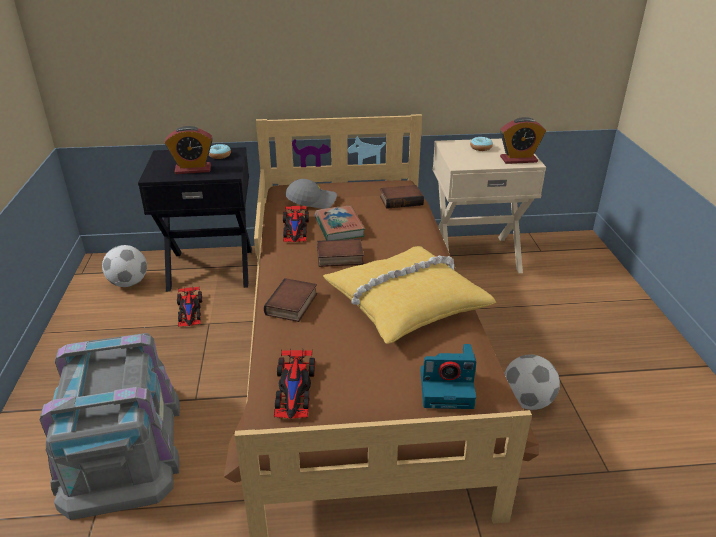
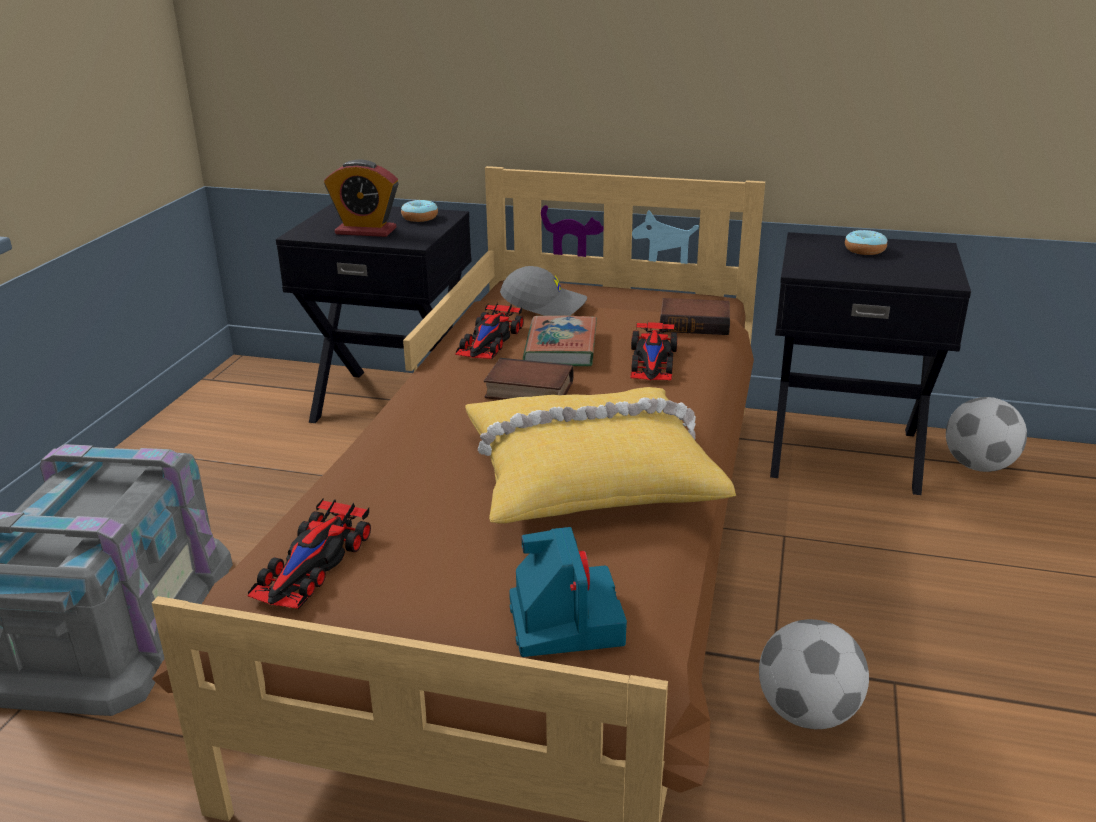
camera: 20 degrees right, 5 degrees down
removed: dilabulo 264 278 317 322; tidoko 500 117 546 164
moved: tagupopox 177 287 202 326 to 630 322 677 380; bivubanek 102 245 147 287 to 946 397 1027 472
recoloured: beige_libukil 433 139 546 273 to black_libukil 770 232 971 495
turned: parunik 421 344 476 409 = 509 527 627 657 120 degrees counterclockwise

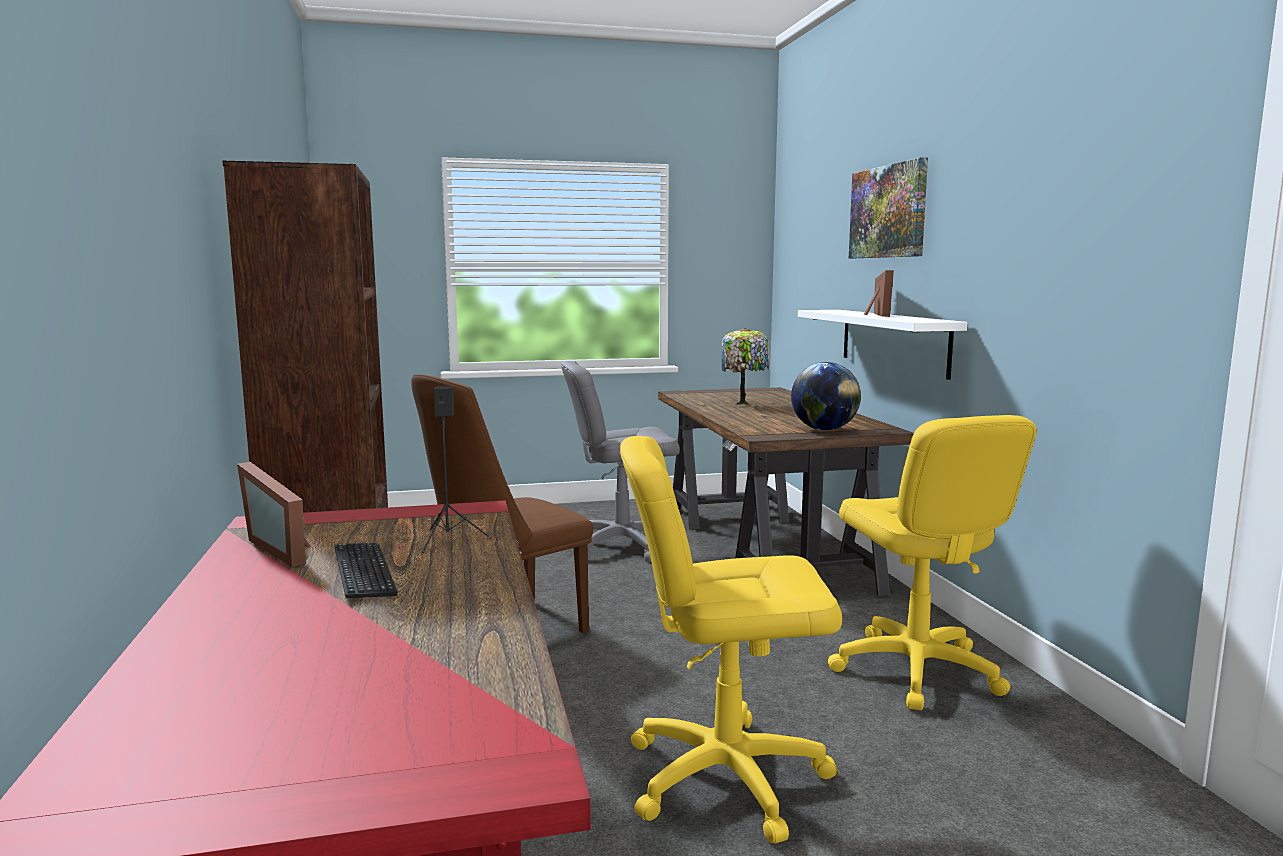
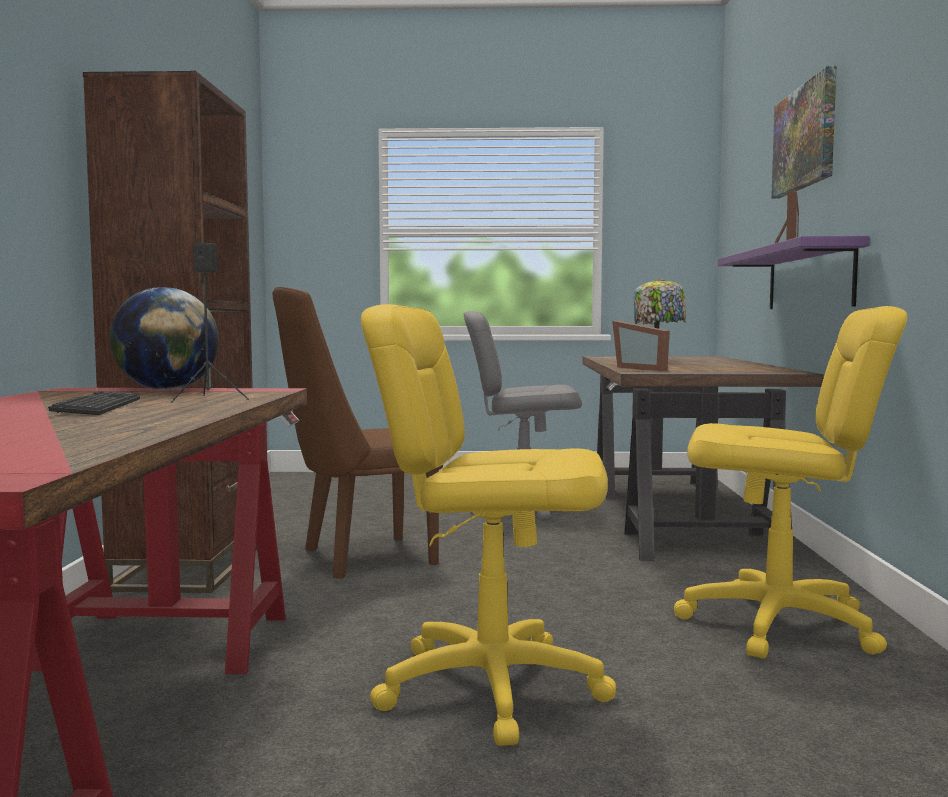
camera: 15 degrees right, 5 degrees down
moved: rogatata 791 362 861 430 to 110 287 219 390; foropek 237 462 311 567 to 612 321 670 371
recoloured: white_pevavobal 798 310 967 380 to purple_pevavobal 718 236 870 309
turned: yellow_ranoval 828 415 1037 710 = 674 306 907 659 75 degrees counterclockwise

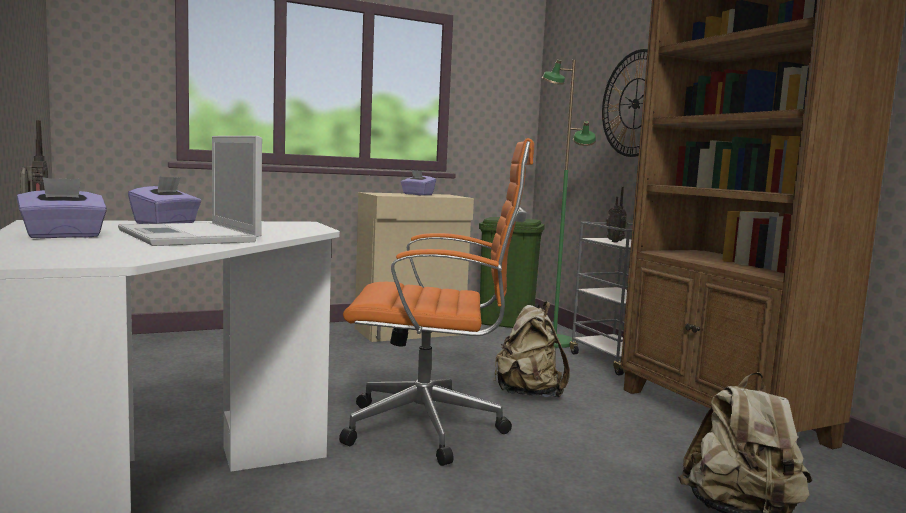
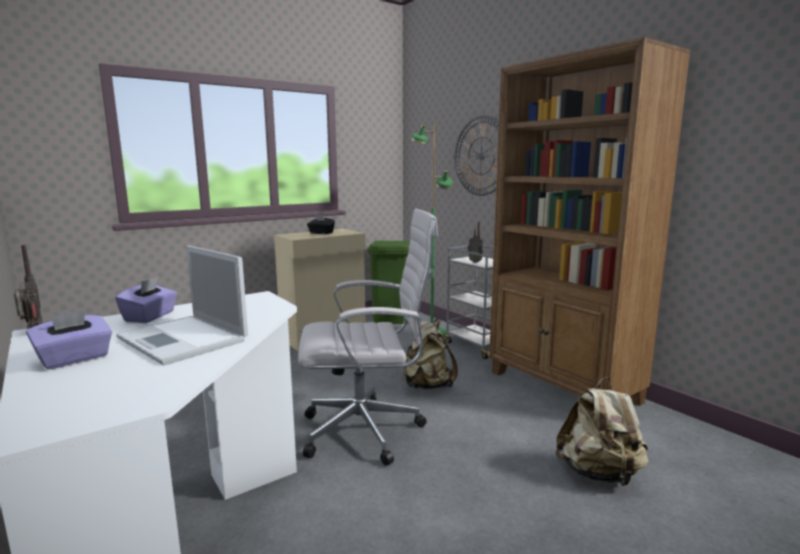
camera: 10 degrees left, 5 degrees up
recoloured: orange_ranoval 339 138 534 466 to white_ranoval 298 209 438 466; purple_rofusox 401 170 436 195 to black_rofusox 307 214 335 234

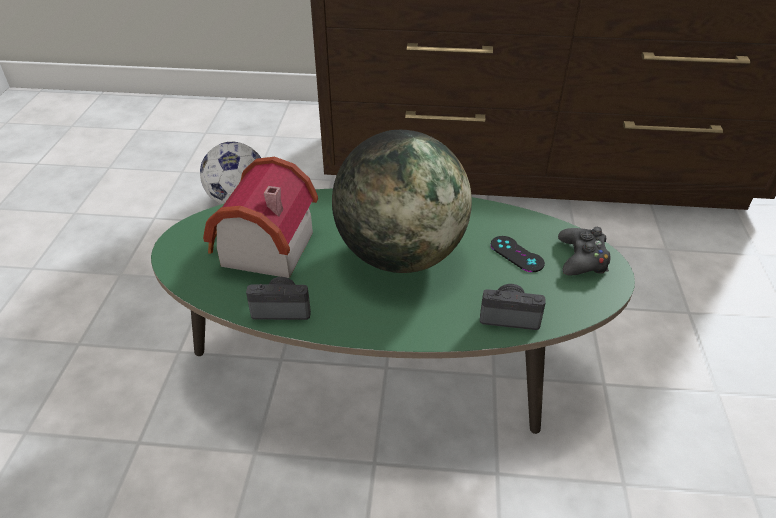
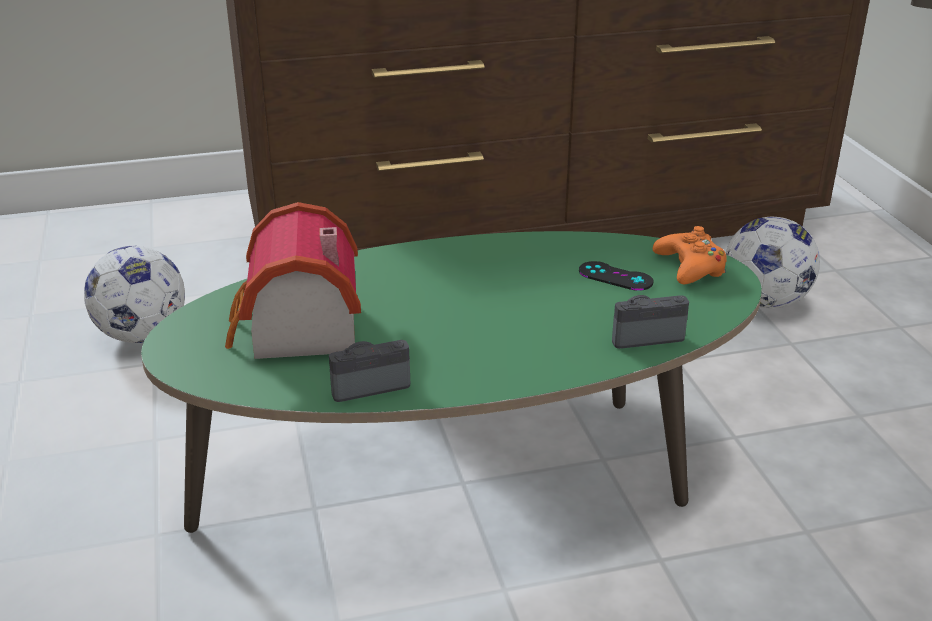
camera: 20 degrees left, 10 degrees down
removed: rogatata 332 130 472 273
added: bivubanek 726 216 820 309
recoloured: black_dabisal 558 227 610 275 to orange_dabisal 653 226 727 284

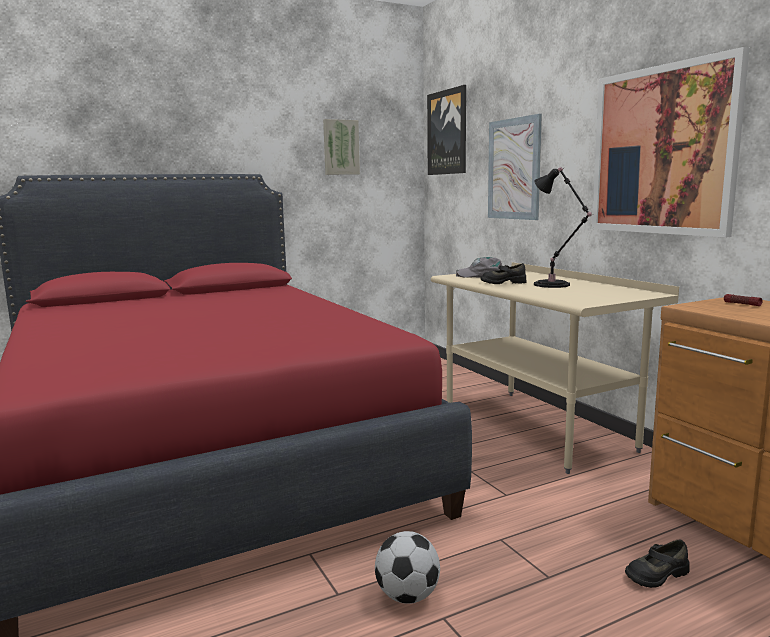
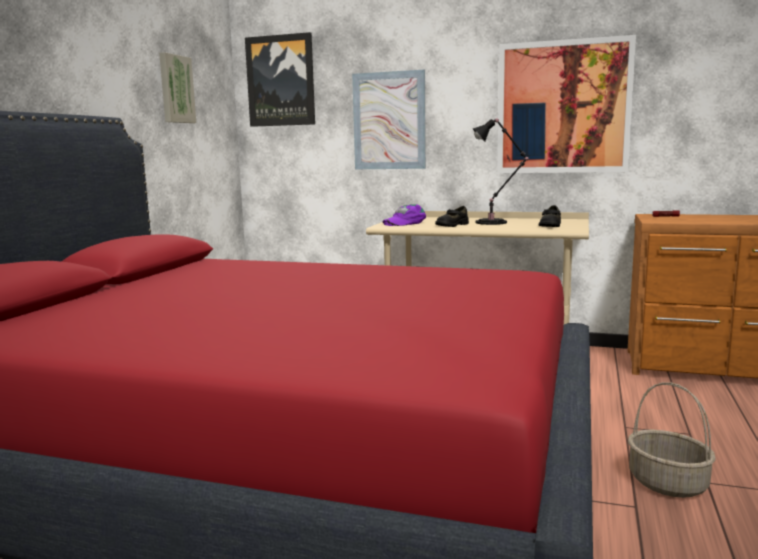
camera: 45 degrees left, 0 degrees up
moved: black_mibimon 625 540 690 588 to 539 205 561 227
replaced: bivubanek 375 531 440 604 to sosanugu 628 382 716 498
recoloured: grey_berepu 456 257 502 278 to purple_berepu 383 204 426 226

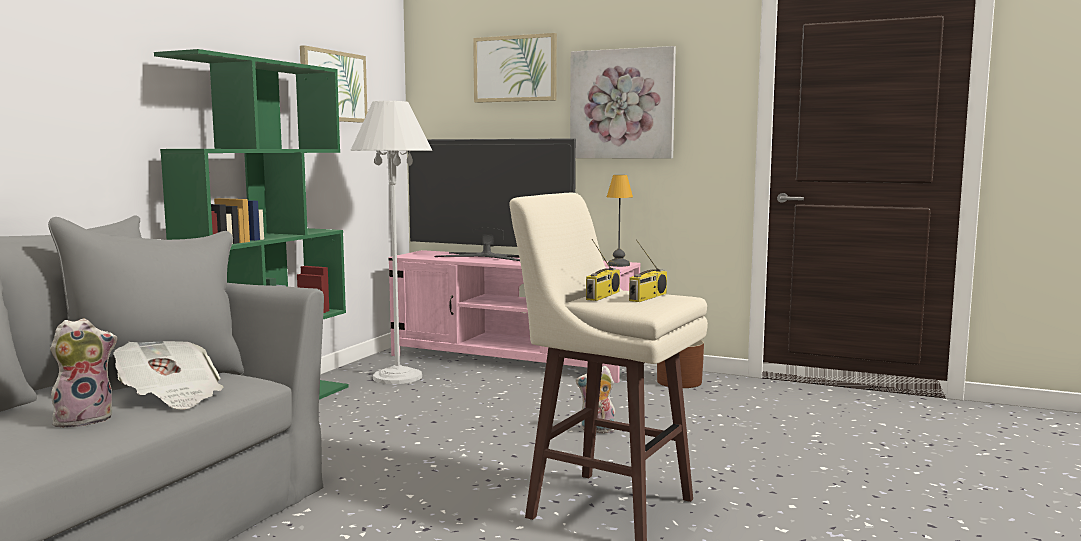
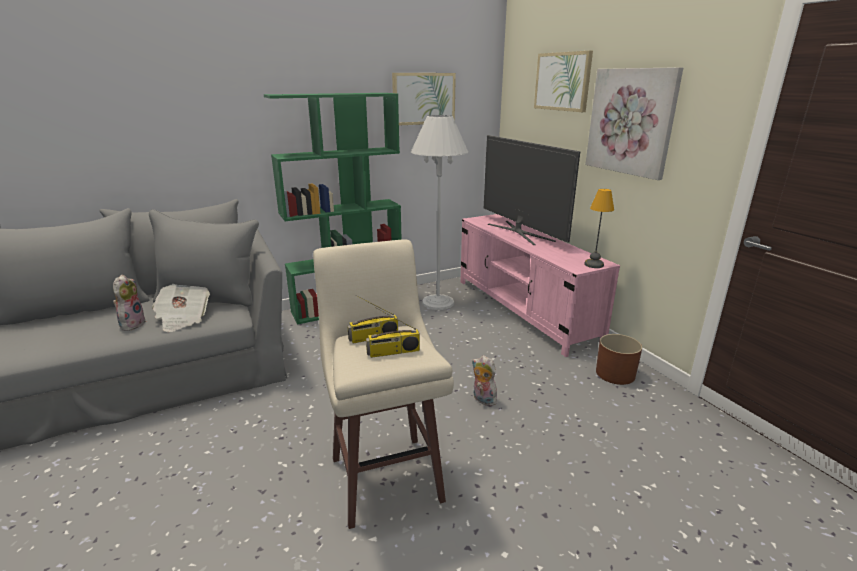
camera: 40 degrees right, 15 degrees up
turned: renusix 50 318 117 429 = 113 275 146 331 90 degrees counterclockwise

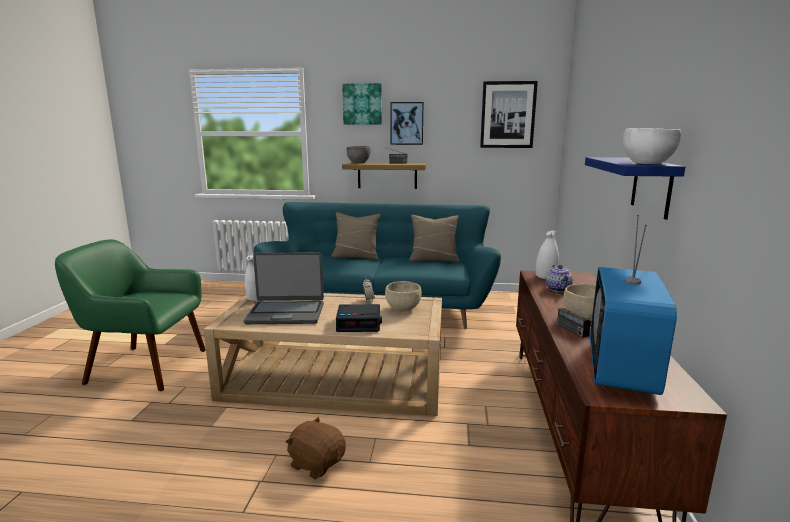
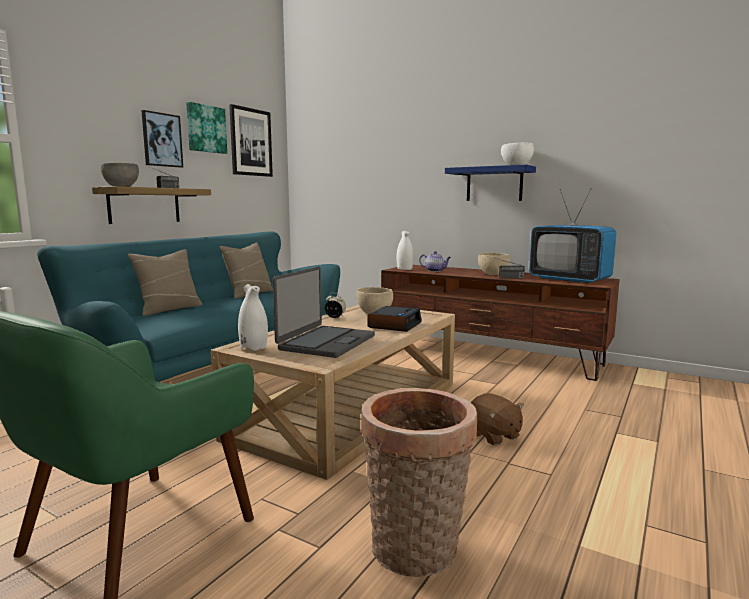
camera: 65 degrees left, 5 degrees down
added: sosanugu 361 388 477 577
moved: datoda 342 83 382 124 to 186 102 227 154
turned: brown_renusix 286 416 346 479 = 470 393 524 446 90 degrees counterclockwise

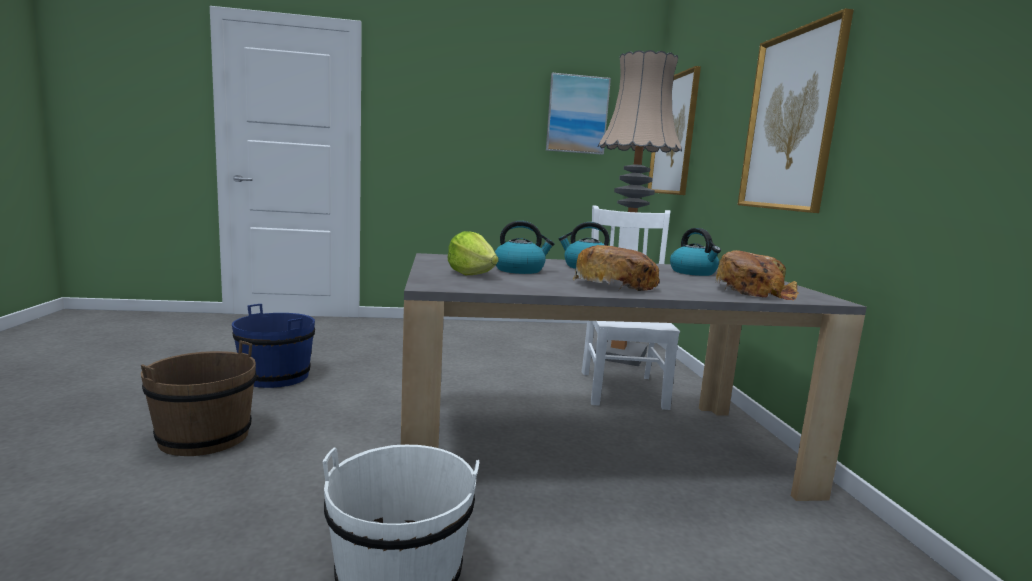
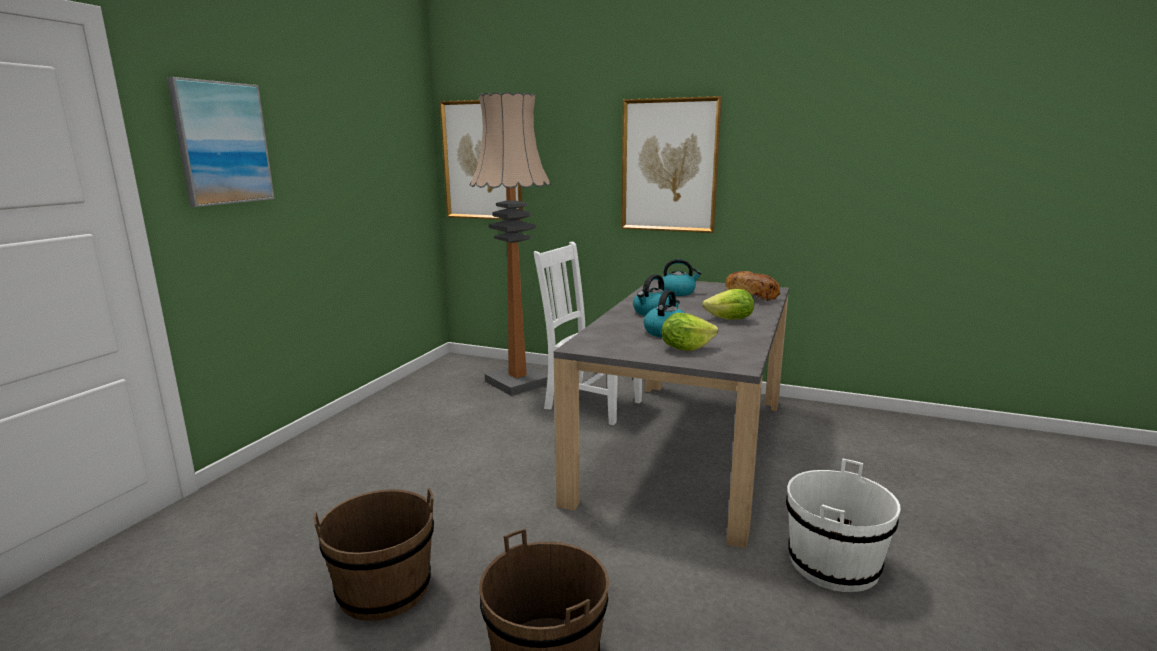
camera: 60 degrees left, 5 degrees up
moved: datoda 546 73 611 155 to 167 77 274 207
replaced: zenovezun 572 245 660 291 to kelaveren 702 289 754 319
recoloured: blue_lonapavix 232 304 315 388 to brown_lonapavix 313 488 434 621

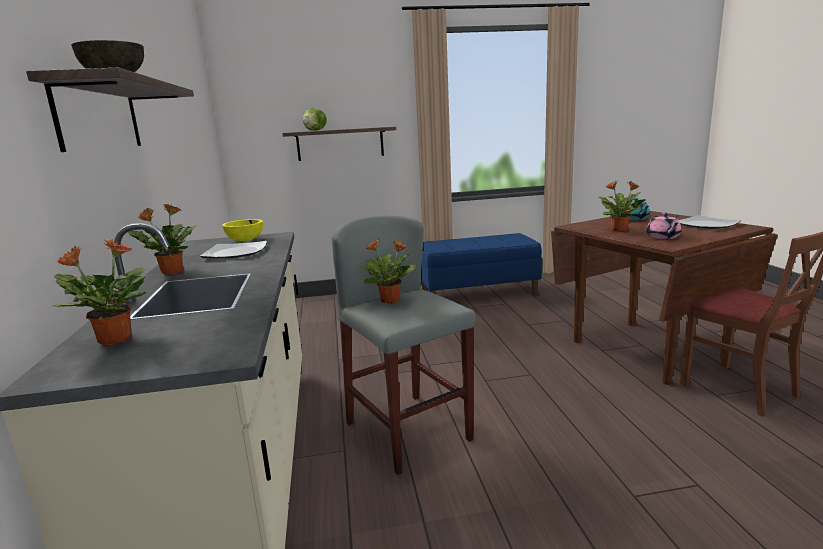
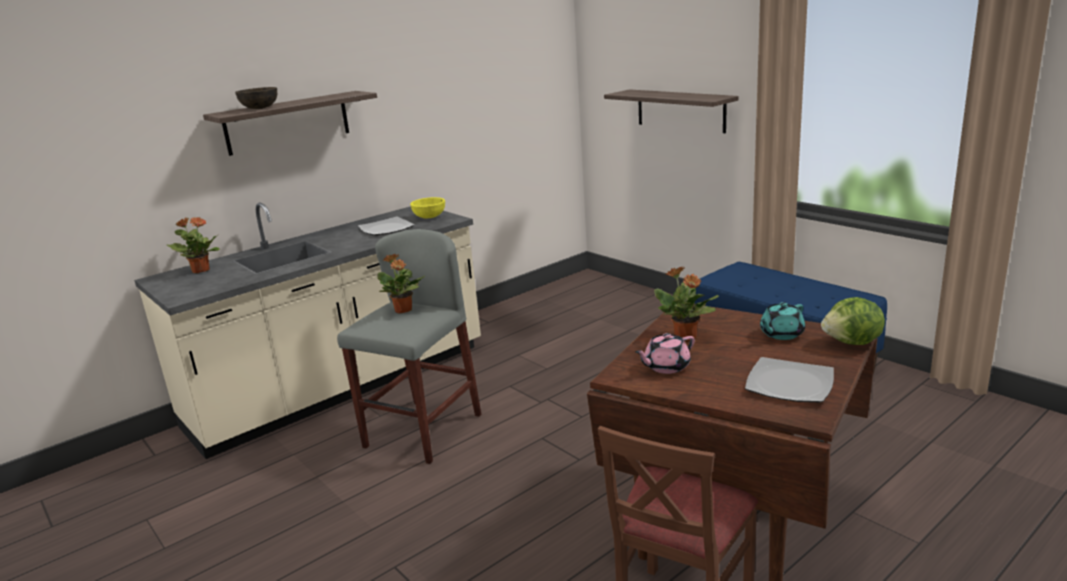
camera: 60 degrees right, 5 degrees up
removed: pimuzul 128 204 198 275
moved: kelaveren 303 108 327 131 to 821 297 885 345

